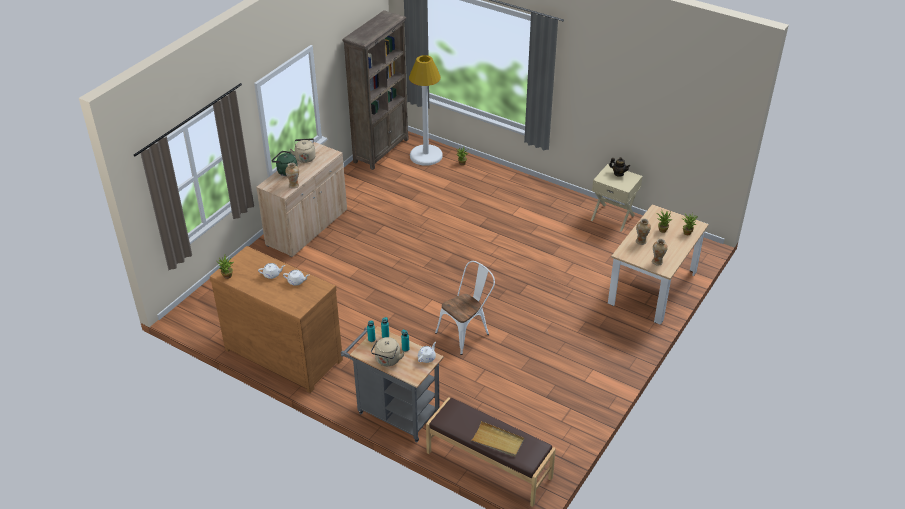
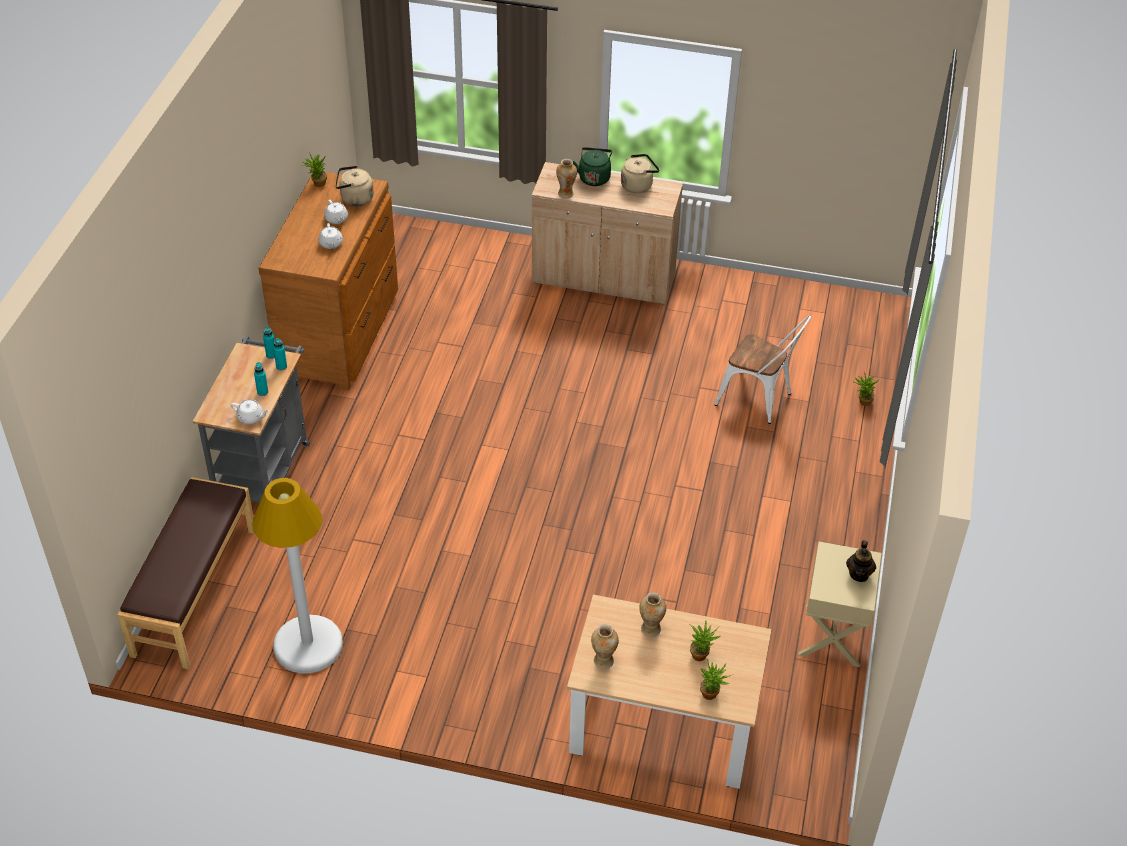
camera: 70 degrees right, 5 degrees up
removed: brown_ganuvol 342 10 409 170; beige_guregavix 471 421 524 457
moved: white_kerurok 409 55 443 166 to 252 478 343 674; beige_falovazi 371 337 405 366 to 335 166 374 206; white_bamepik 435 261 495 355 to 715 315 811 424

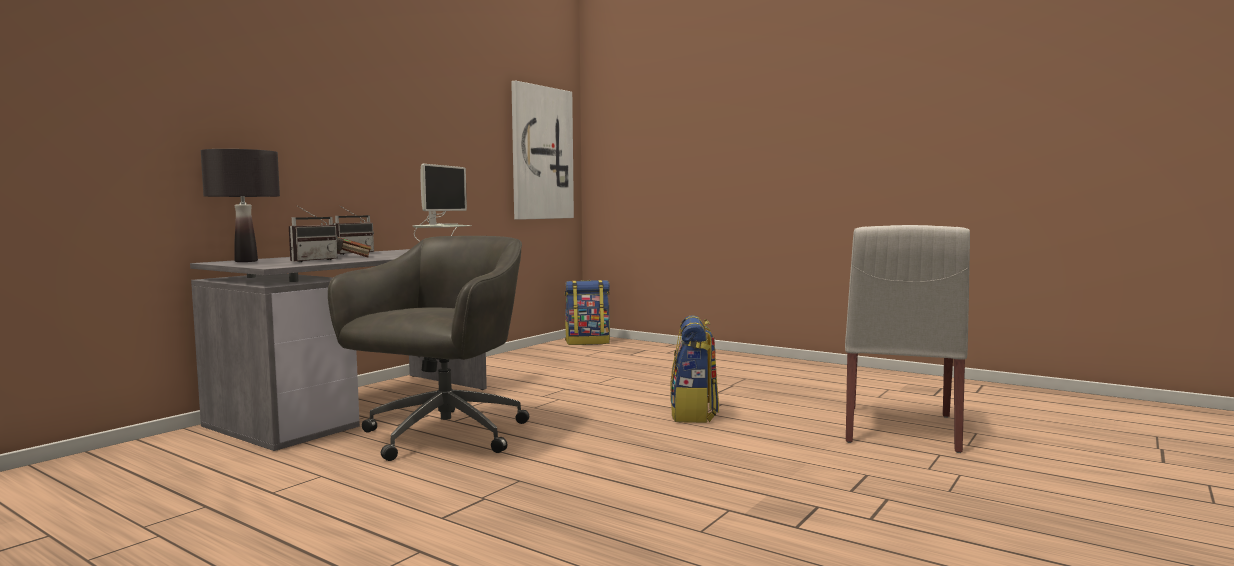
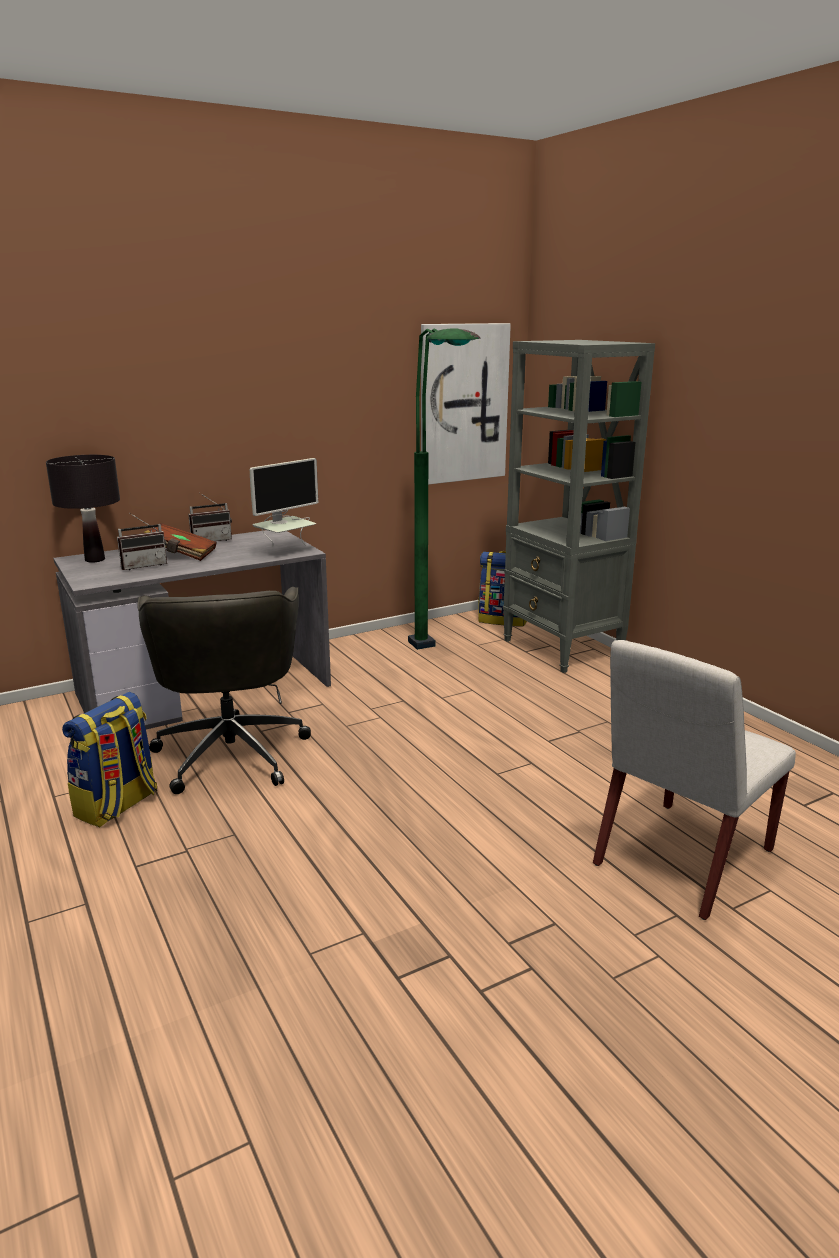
camera: 25 degrees right, 15 degrees up
added: green_kerurok 408 329 481 650; grey_ganuvol 503 340 655 673
moved: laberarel 670 315 719 423 to 62 692 157 827
turned: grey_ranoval 328 236 529 461 = 137 587 311 794 120 degrees clockwise

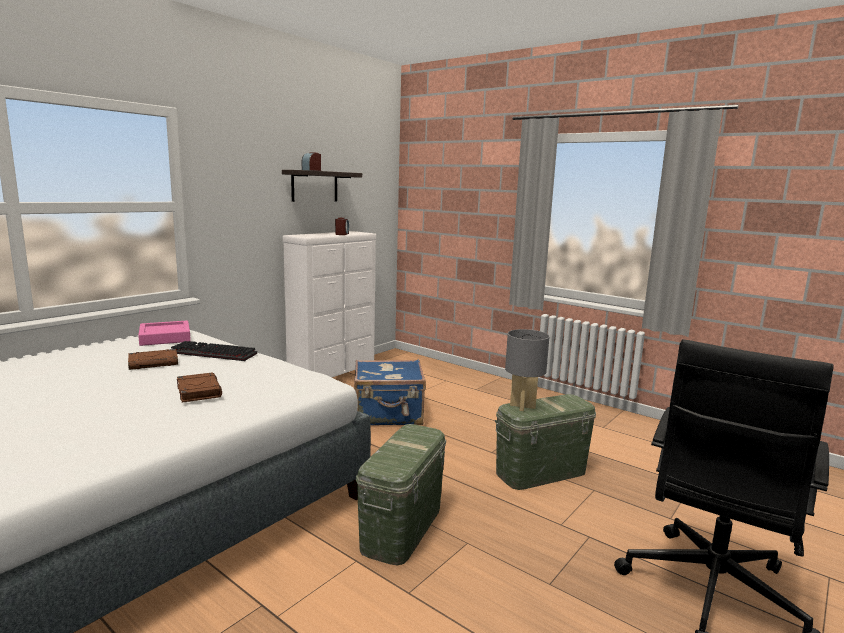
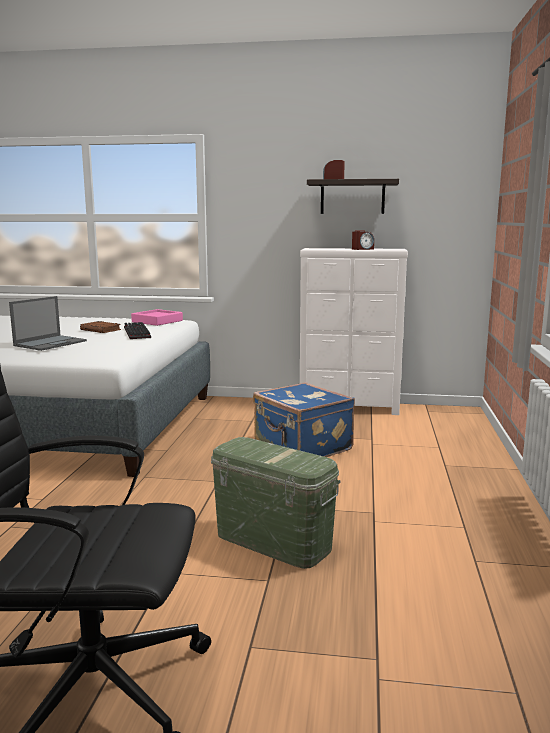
camera: 60 degrees right, 0 degrees up
removed: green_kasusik 356 424 446 566; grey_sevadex 505 329 549 411
replaced: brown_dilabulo 177 372 222 403 to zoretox 9 296 87 351

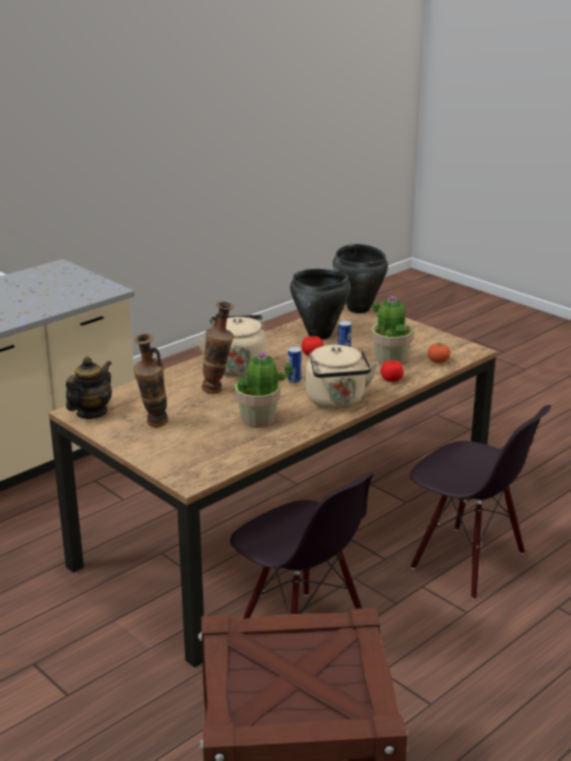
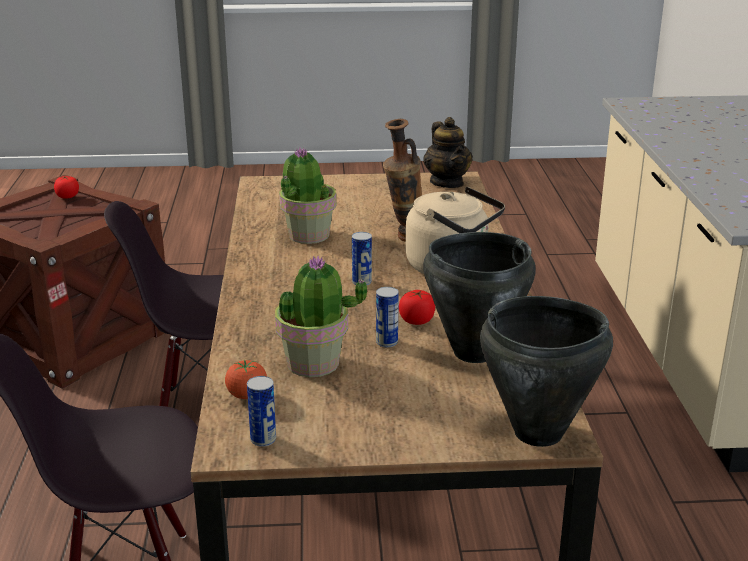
camera: 130 degrees right, 0 degrees up
removed: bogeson 133 333 168 427; beige_falovazi 306 345 378 409
added: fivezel 247 376 276 447
moved: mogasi 381 360 403 382 to 54 176 79 199

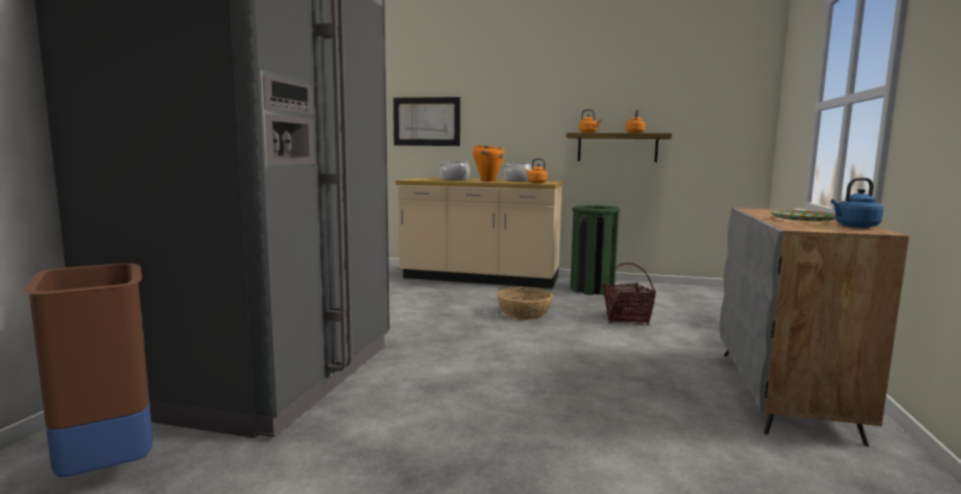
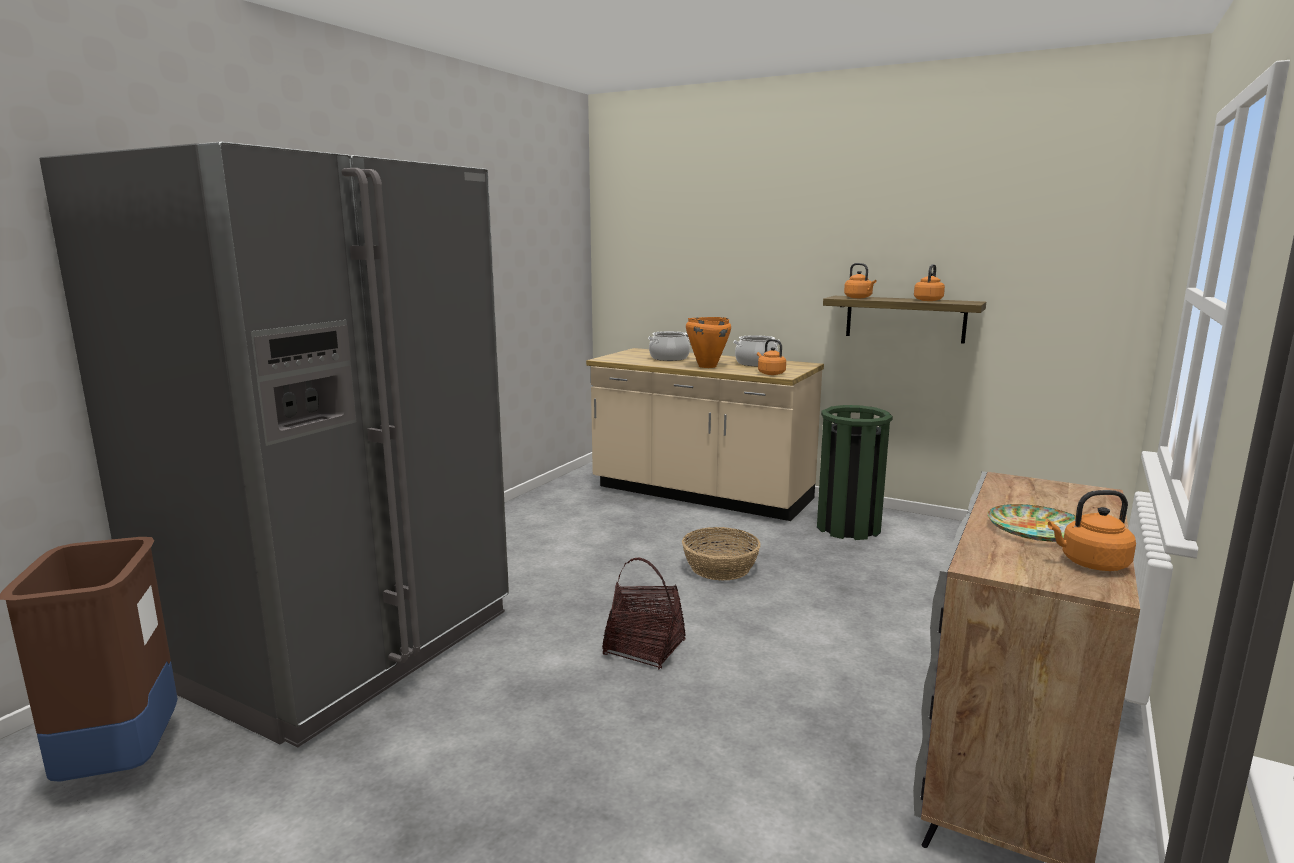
camera: 15 degrees right, 5 degrees up
removed: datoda 393 97 460 146
moved: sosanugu 603 263 656 326 to 602 558 686 670
recoloured: blue_falovazi 831 178 884 228 to orange_falovazi 1048 490 1136 571

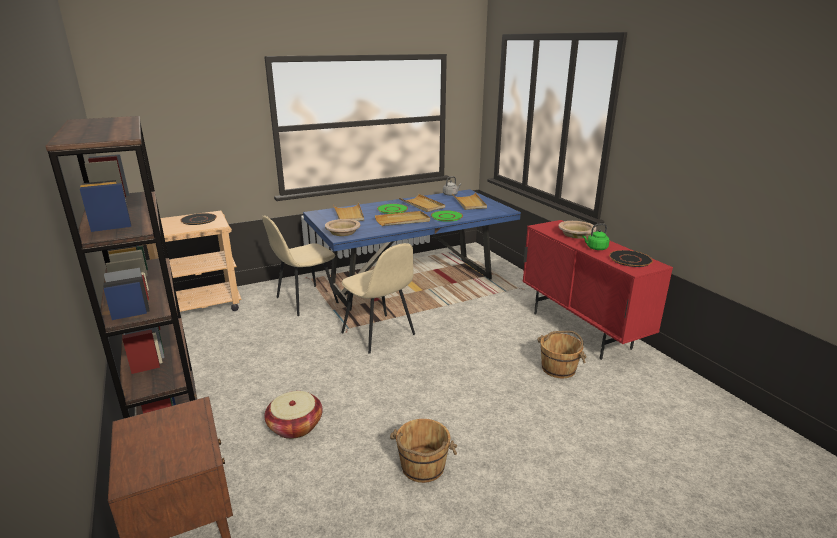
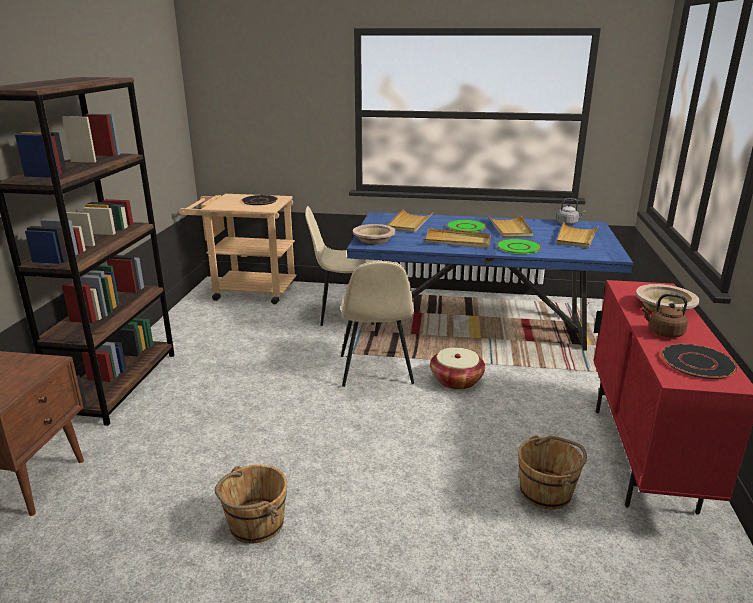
camera: 35 degrees right, 0 degrees up
moved: sosanugu 264 391 323 439 to 430 348 485 390
recoloured: green_falovazi 582 223 609 250 to brown_falovazi 642 294 688 338

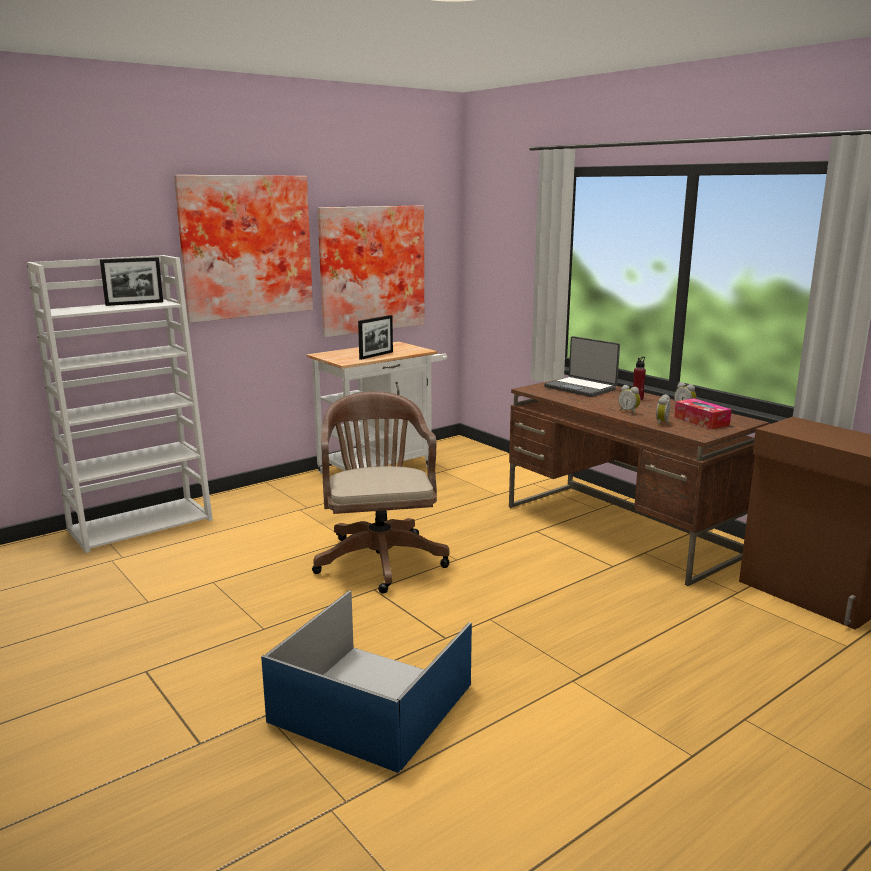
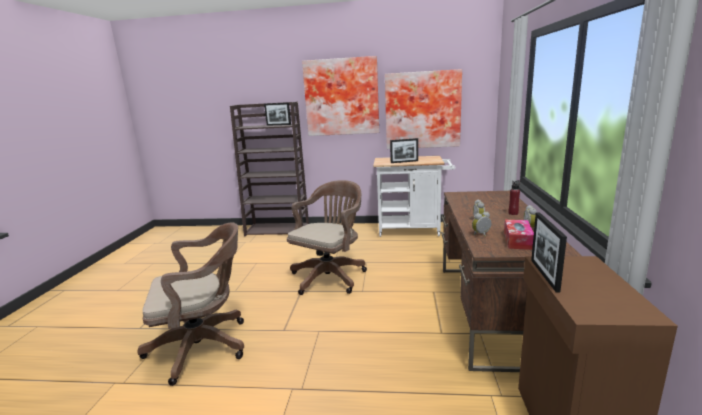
camera: 45 degrees right, 0 degrees up
removed: zoretox 544 336 620 397
added: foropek 531 212 567 292
replaced: blue_kasusik 261 591 472 773 to brown_ranoval 137 222 244 386
recoloured: white_ganuvol 27 255 213 553 to brown_ganuvol 230 102 309 236

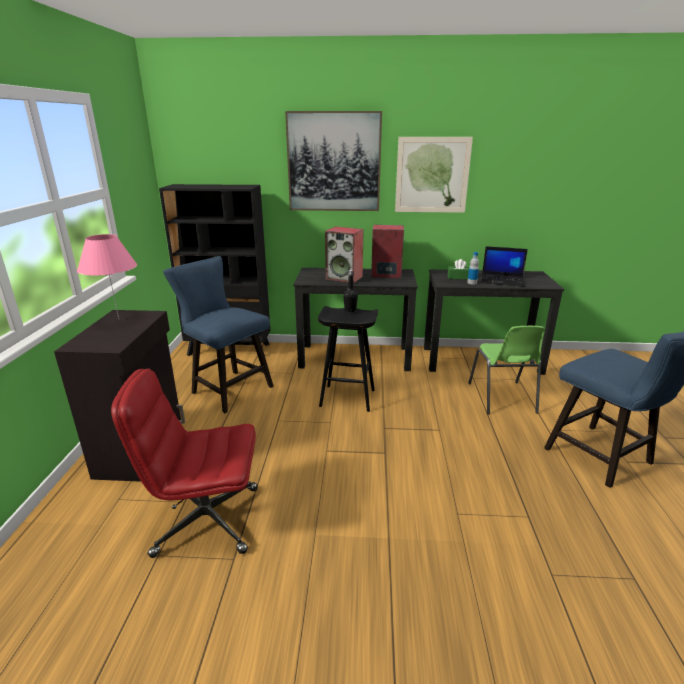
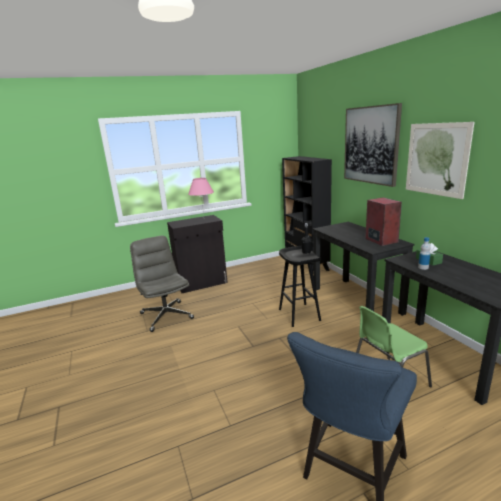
camera: 65 degrees right, 5 degrees down
removed: blue_bamepik 163 256 274 413; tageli 325 227 364 283; zoretox 481 246 528 287
recoloured: red_ranoval 111 368 257 558 to grey_ranoval 130 236 194 332

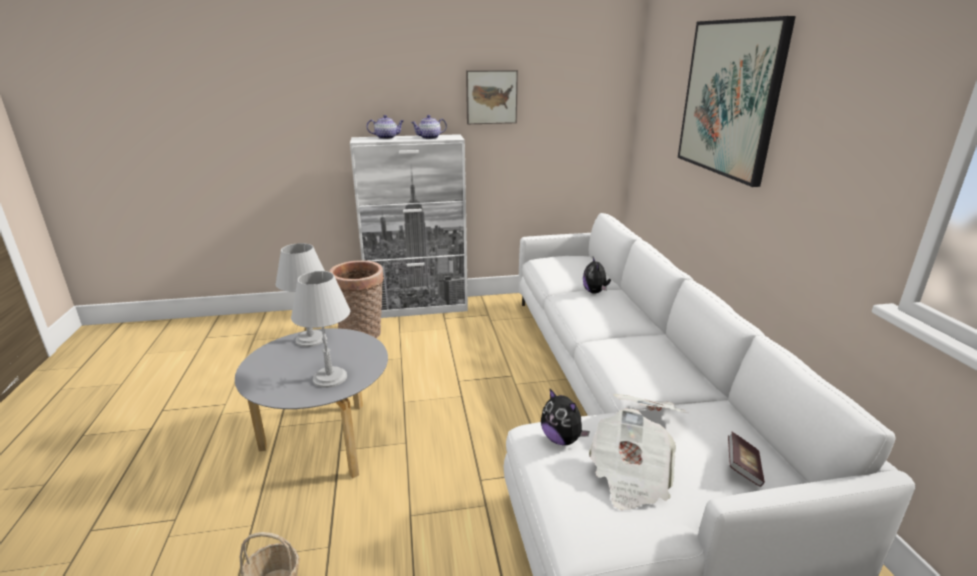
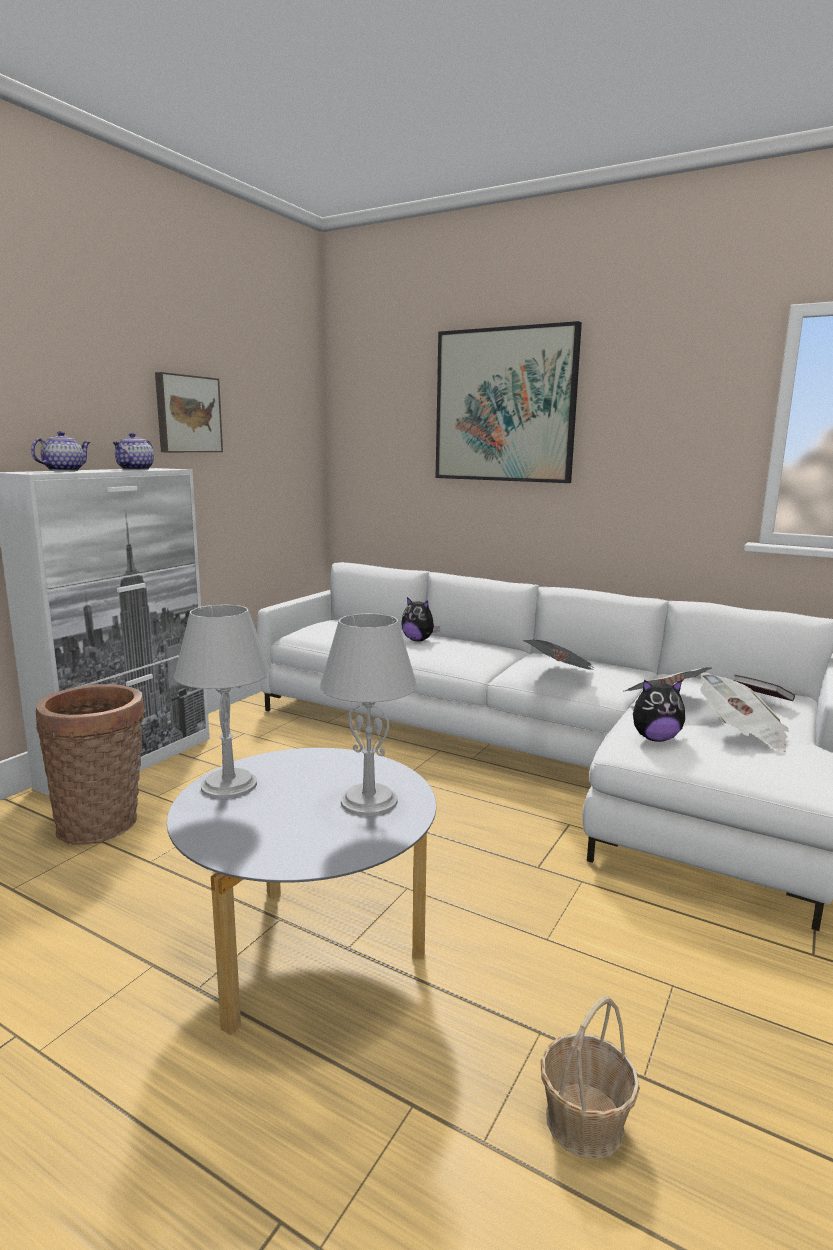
camera: 50 degrees left, 10 degrees down
added: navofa 523 639 594 670

